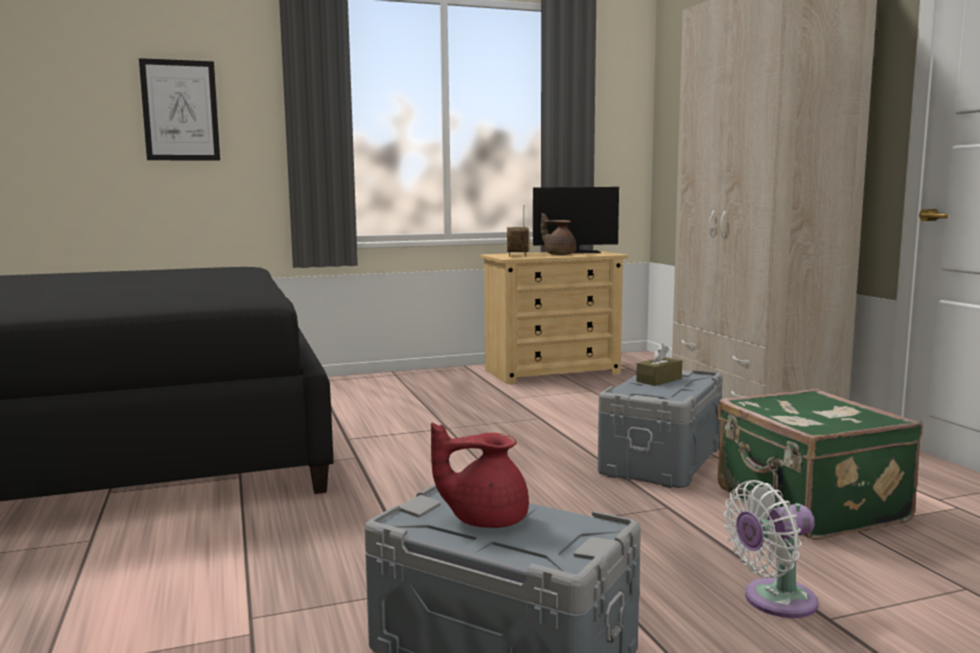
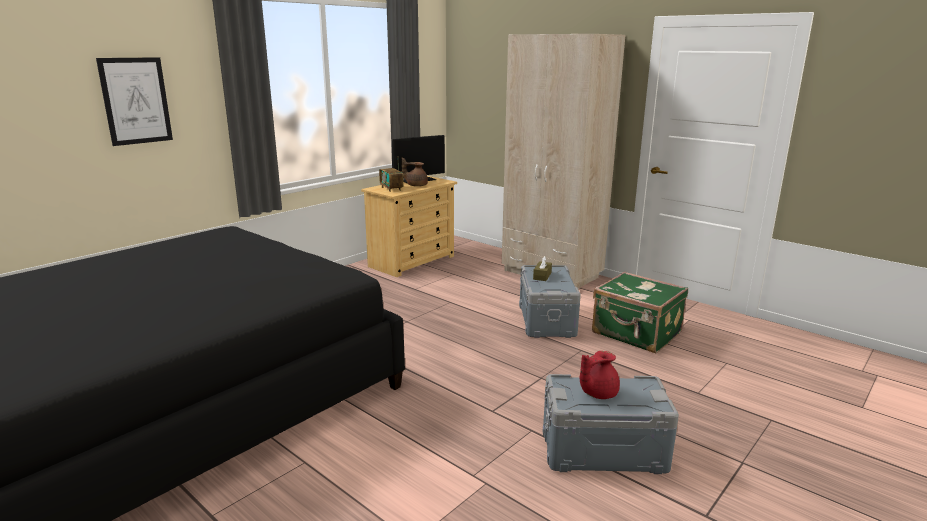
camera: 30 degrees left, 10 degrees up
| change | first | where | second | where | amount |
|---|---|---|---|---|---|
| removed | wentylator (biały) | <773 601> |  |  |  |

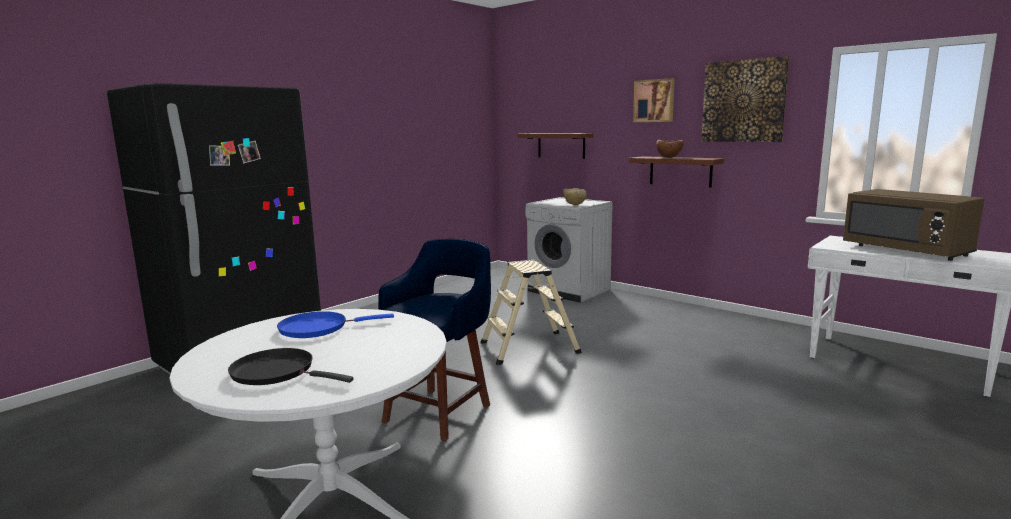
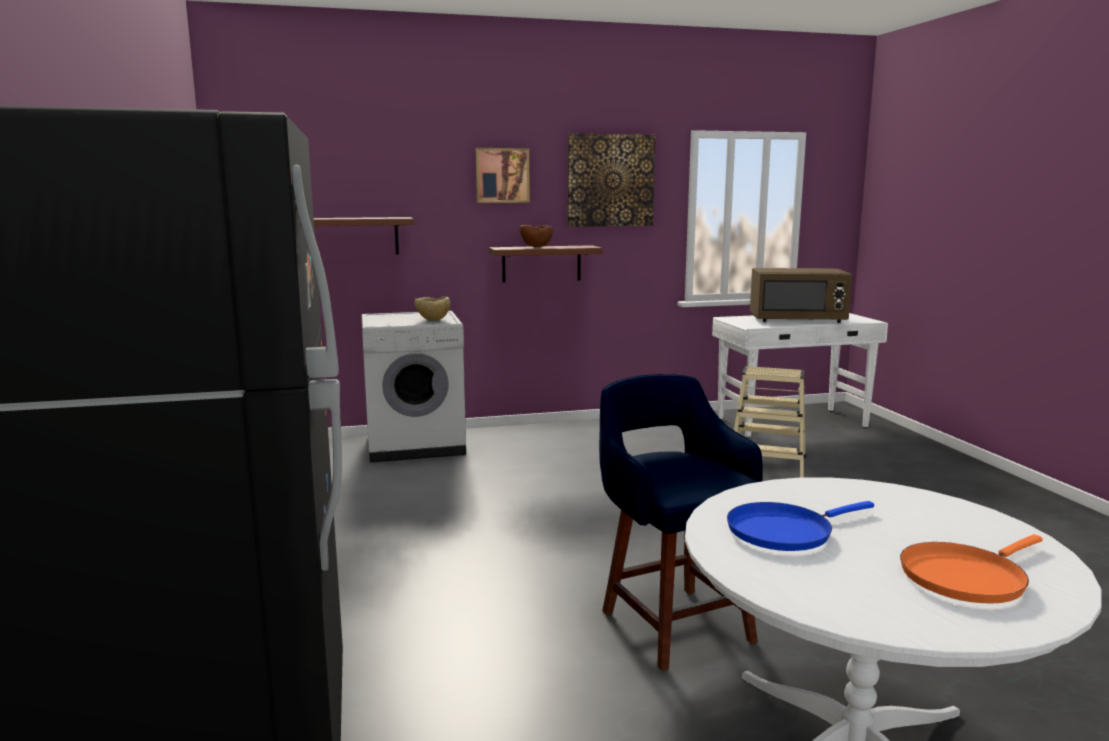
camera: 55 degrees left, 0 degrees up
| change | first | where | second | where | amount |
|---|---|---|---|---|---|
| recoloured | patelnia (czarny) | <277 372> | patelnia (pomarańczowy) | <965 577> |  |
| turned | patelnia (niebieski) | <318 328> |  | <784 531> | 45 degrees clockwise |
| moved | drabinka (beżowy) | <529 347> |  | <767 468> |  |

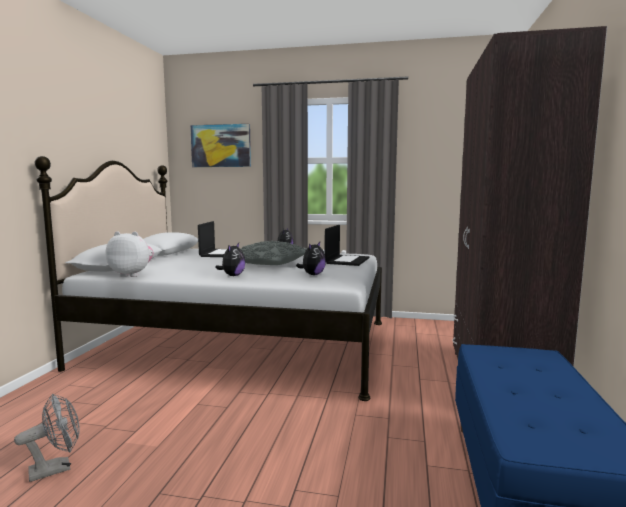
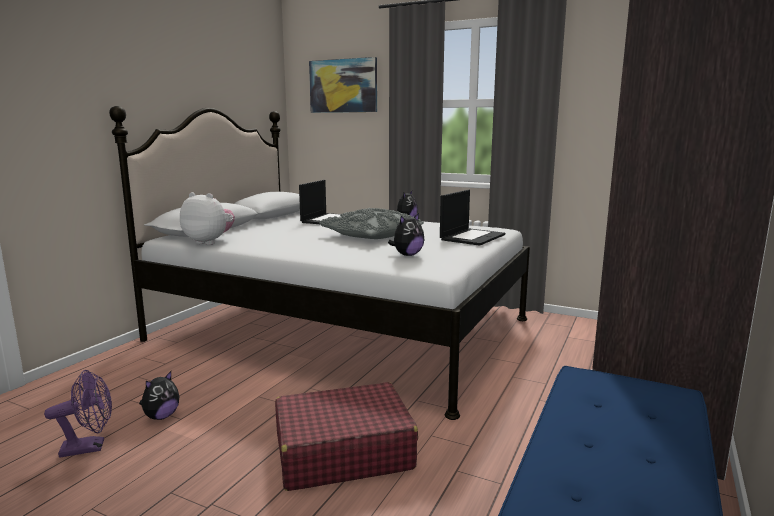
camera: 15 degrees right, 5 degrees up
| change | first | where | second | where | amount |
|---|---|---|---|---|---|
| recoloured | wentylator (szary) | <57 468> | wentylator (fioletowy) | <90 447> |  |
| moved | pluszak | <232 275> |  | <161 416> |  |
| added |  |  | walizka (czerwony) | <342 452> |  |

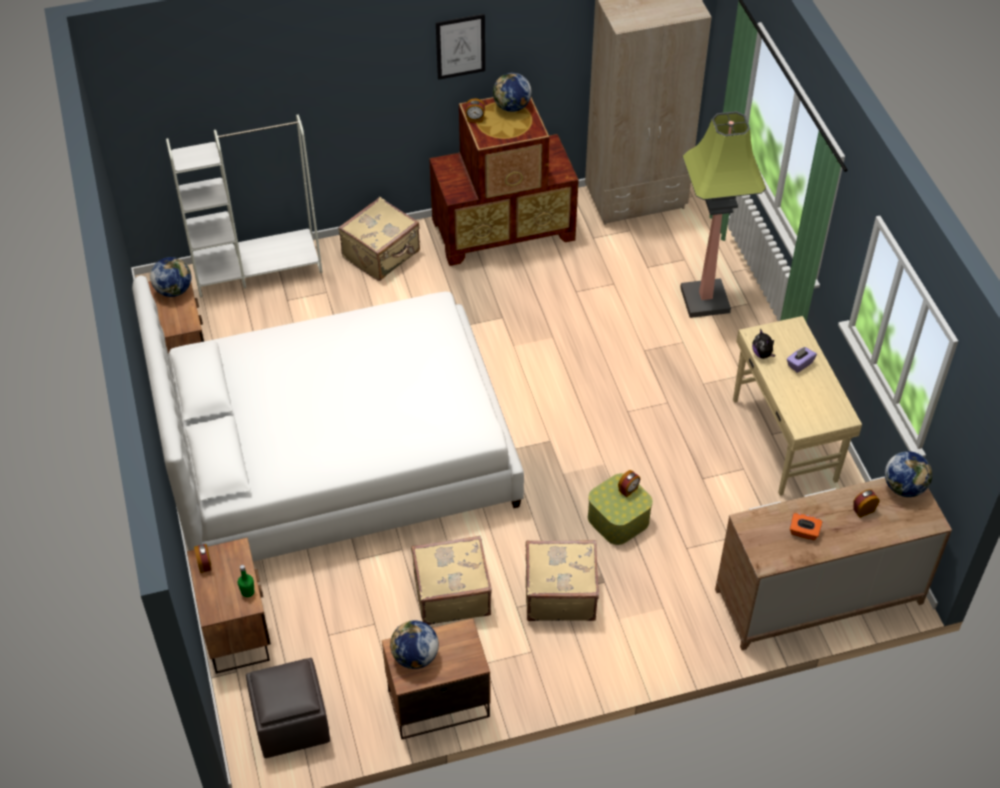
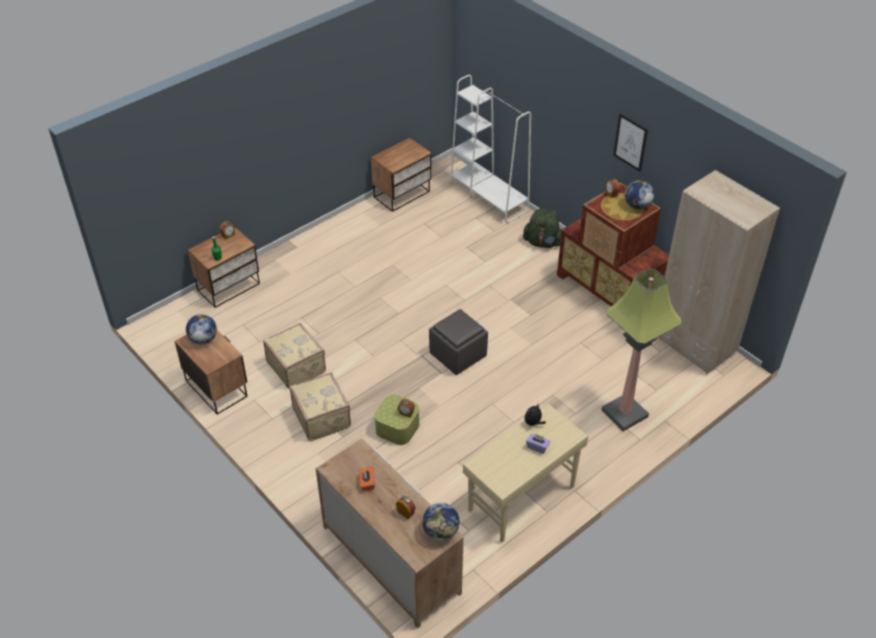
camera: 65 degrees right, 5 degrees down
| change | first | where | second | where | amount |
|---|---|---|---|---|---|
| removed | łóżko (biały) | <337 456> |  |  |  |
| removed | globus | <174 290> |  |  |  |
| moved | pufa (szary) | <290 722> |  | <458 354> |  |
| replaced | walizka (beżowy) | <382 255> | plecak (zielony) | <542 242> |  |

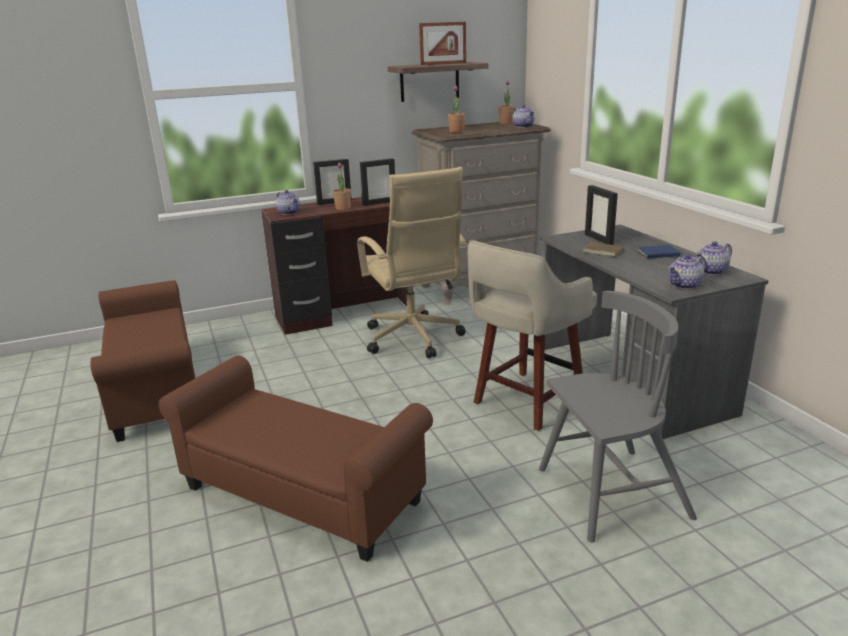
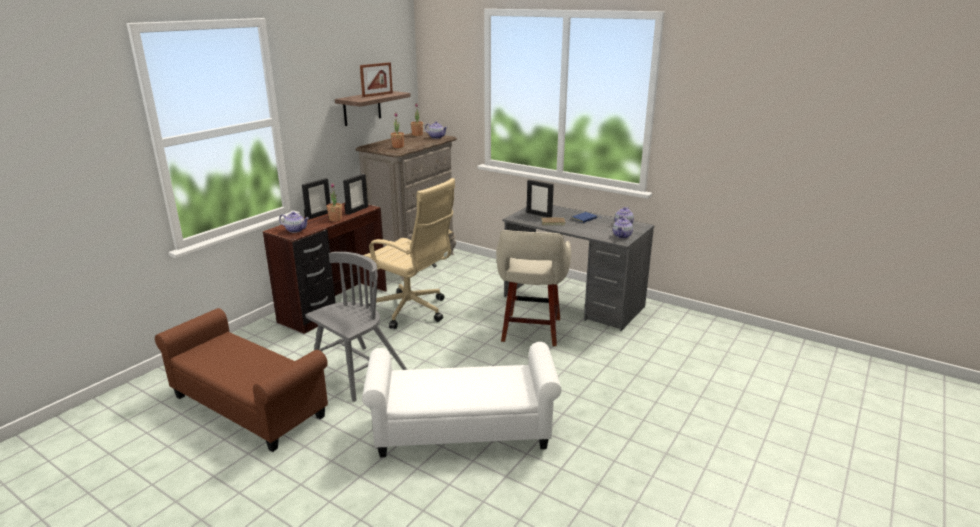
camera: 35 degrees left, 0 degrees up
| change | first | where | second | where | amount |
|---|---|---|---|---|---|
| recoloured | pufa (brązowy) | <302 494> | pufa (biały) | <463 430> |  |
| moved | krzesło (szary) | <605 494> |  | <355 375> |  |

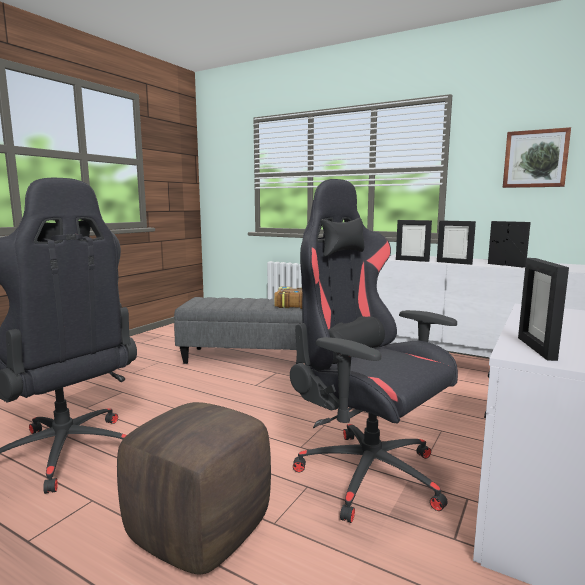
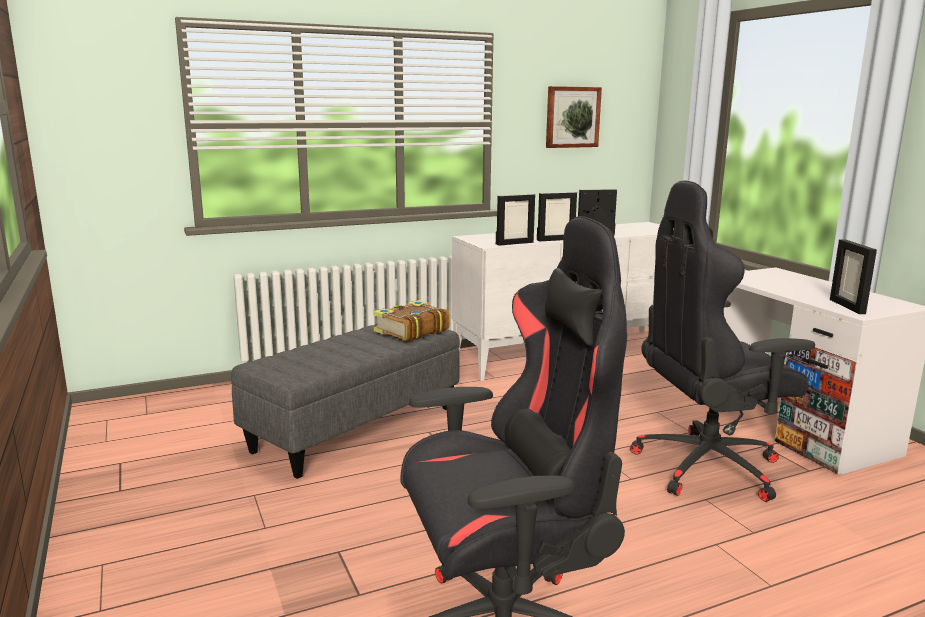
camera: 55 degrees left, 5 degrees up
| change | first | where | second | where | amount |
|---|---|---|---|---|---|
| removed | pufa (brązowy) | <198 533> |  |  |  |
| turned | ramka na zdjęcie | <538 348> |  | <848 306> | 45 degrees clockwise |

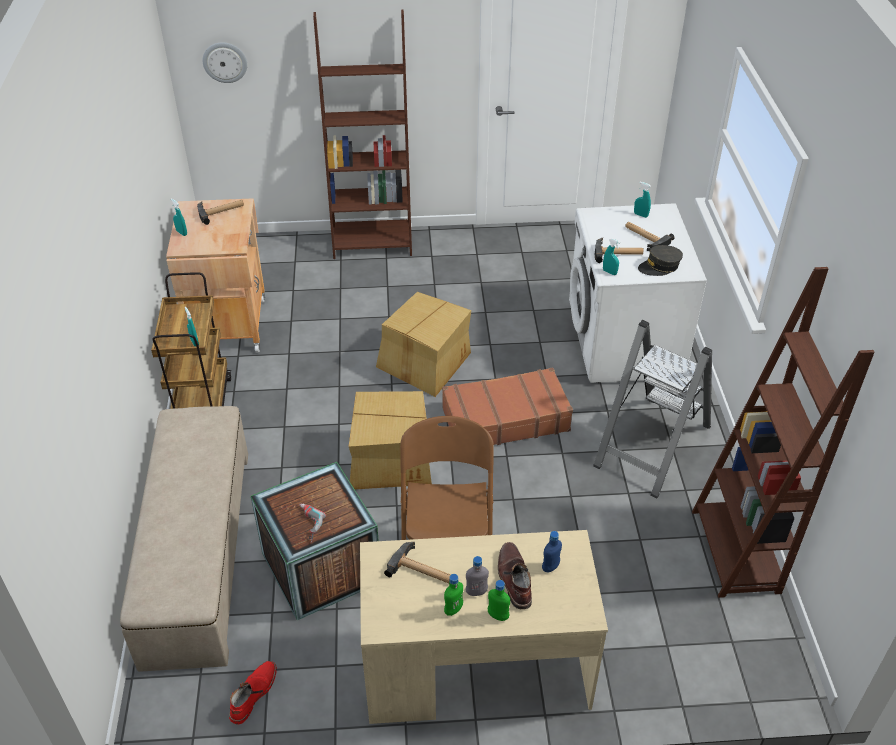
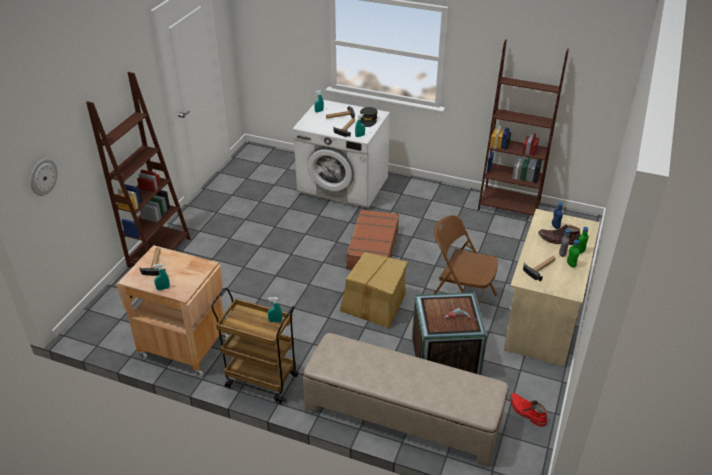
camera: 65 degrees left, 5 degrees down
| change | first | where | second | where | amount |
|---|---|---|---|---|---|
| removed | karton | <425 363> |  |  |  |
| removed | drabinka (szary) | <652 446> |  |  |  |

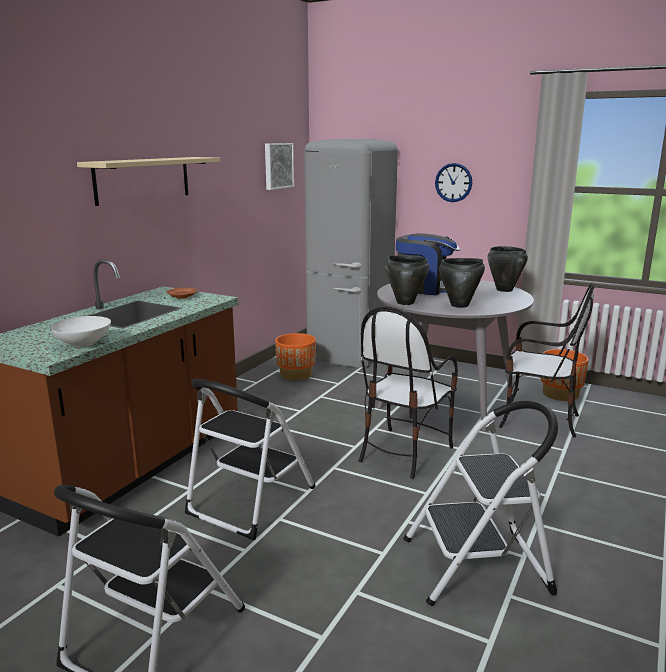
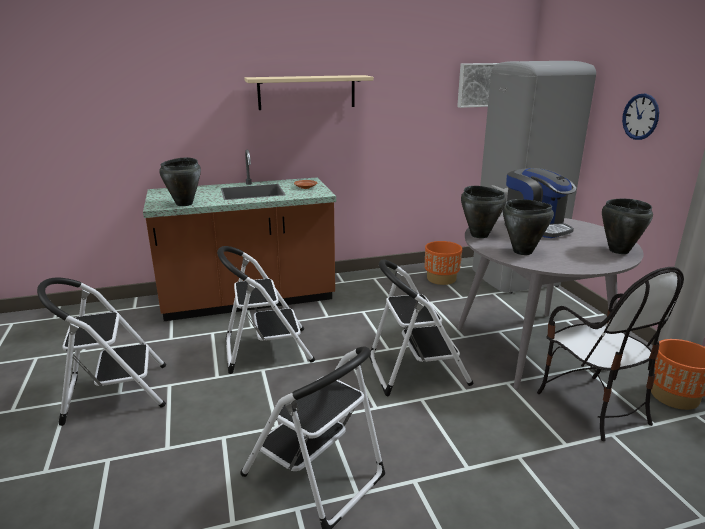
camera: 45 degrees right, 5 degrees up
| change | first | where | second | where | amount |
|---|---|---|---|---|---|
| replaced | miska (biały) | <84 344> | garnek (czarny) | <185 204> |  |
| replaced | krzesło | <404 452> | drabinka | <414 370> |  |

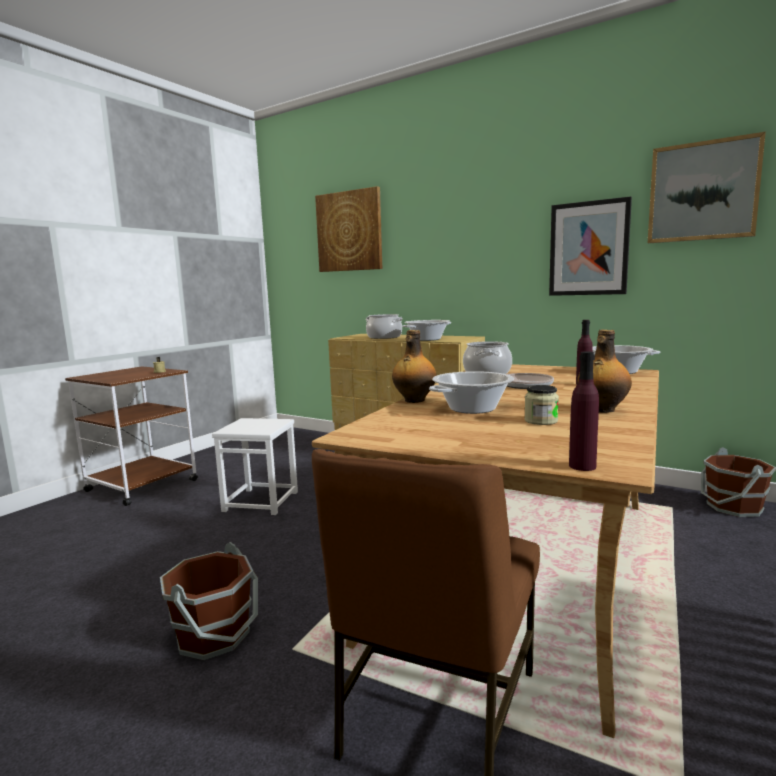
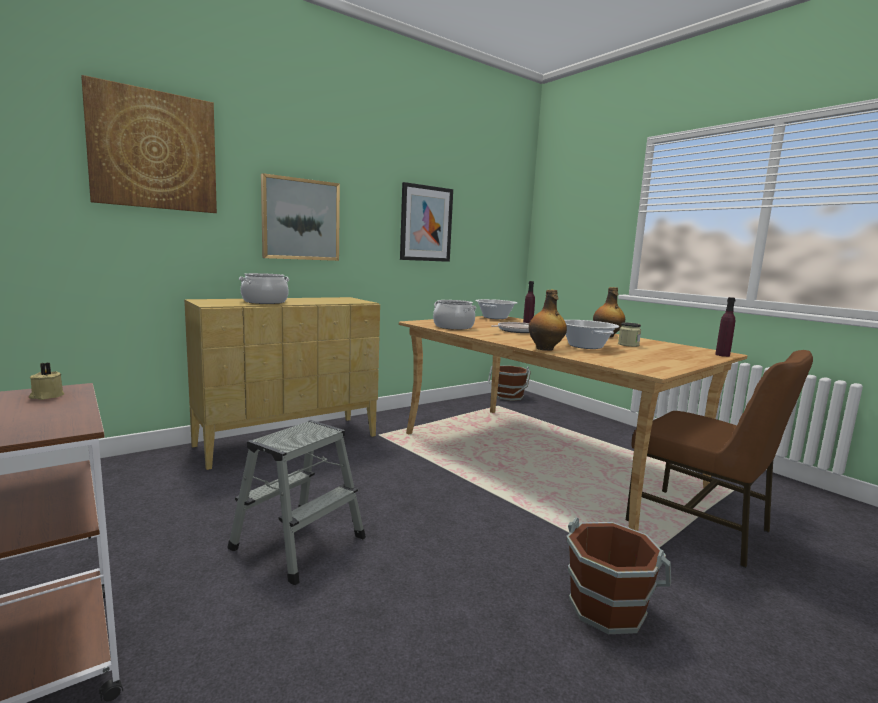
camera: 70 degrees left, 0 degrees up
| change | first | where | second | where | amount |
|---|---|---|---|---|---|
| replaced | stołek (biały) | <261 501> | drabinka (szary) | <299 542> |  |
| removed | garnek | <427 339> |  |  |  |
| moved | obraz | <702 191> |  | <300 219> |  |

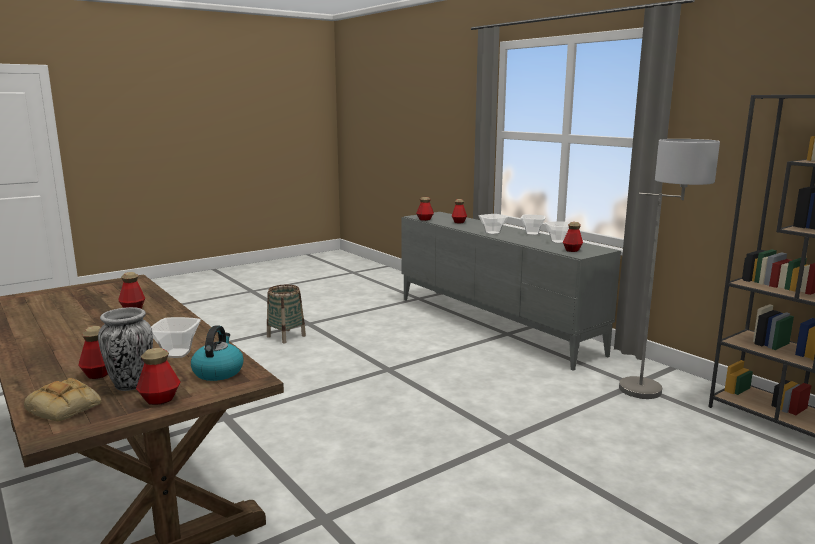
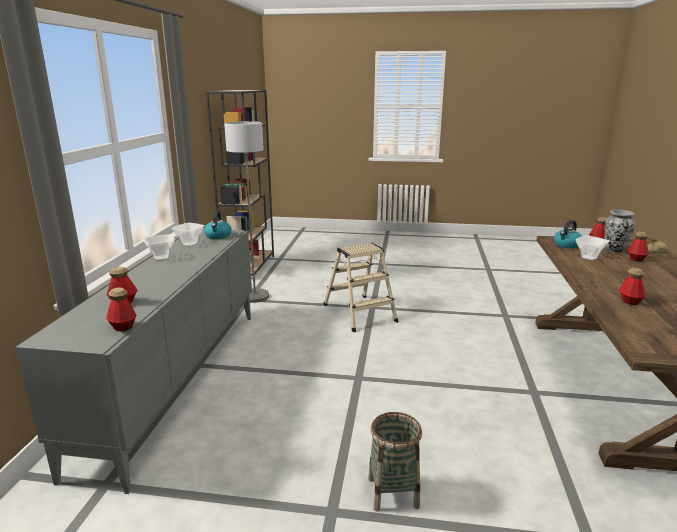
camera: 135 degrees left, 5 degrees up
| change | first | where | second | where | amount |
|---|---|---|---|---|---|
| removed | miska | <491 233> |  |  |  |
| replaced | butelka | <572 250> | czajnik | <218 236> |  |
| added |  |  | drabinka (beżowy) | <359 312> |  |

